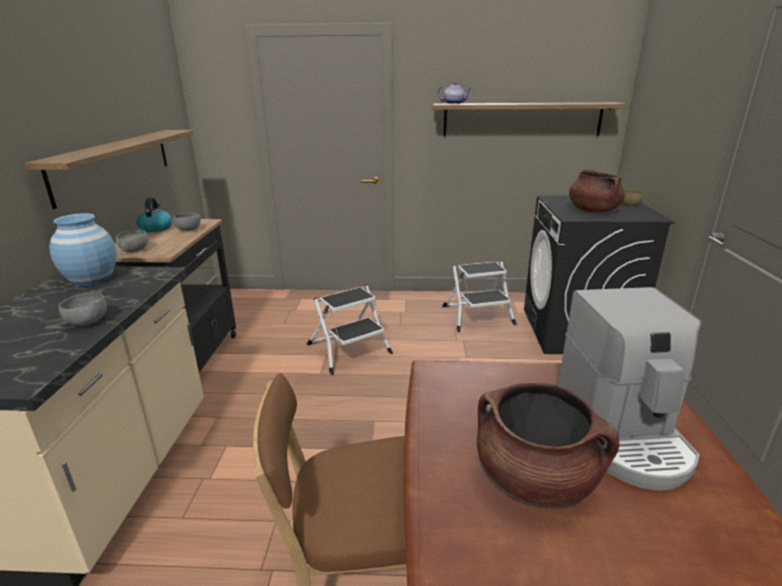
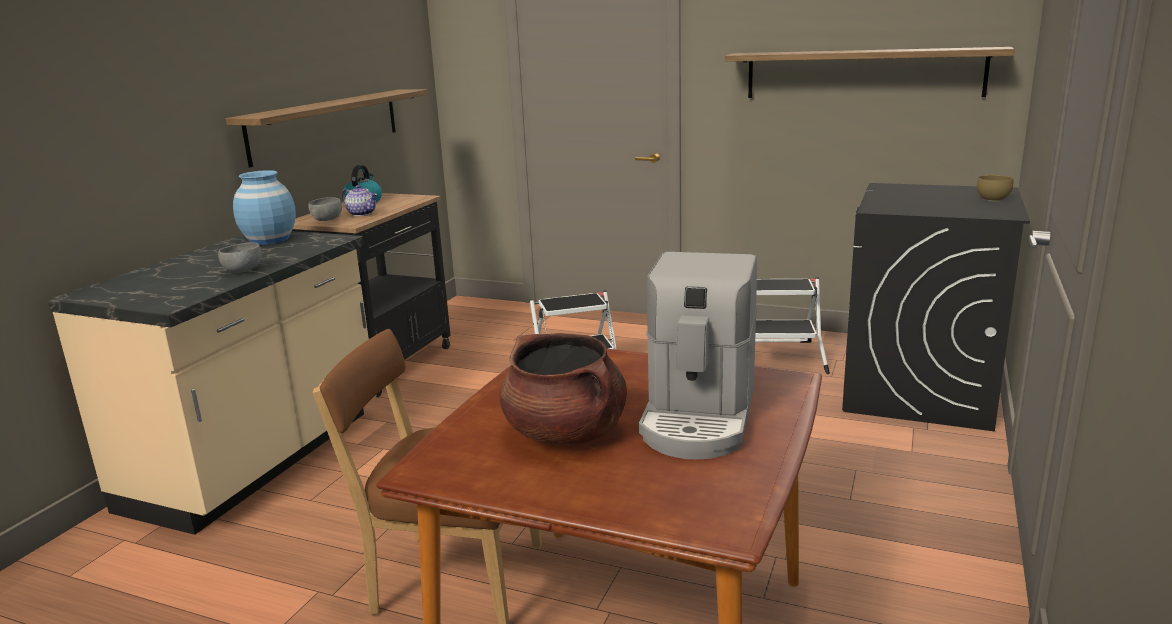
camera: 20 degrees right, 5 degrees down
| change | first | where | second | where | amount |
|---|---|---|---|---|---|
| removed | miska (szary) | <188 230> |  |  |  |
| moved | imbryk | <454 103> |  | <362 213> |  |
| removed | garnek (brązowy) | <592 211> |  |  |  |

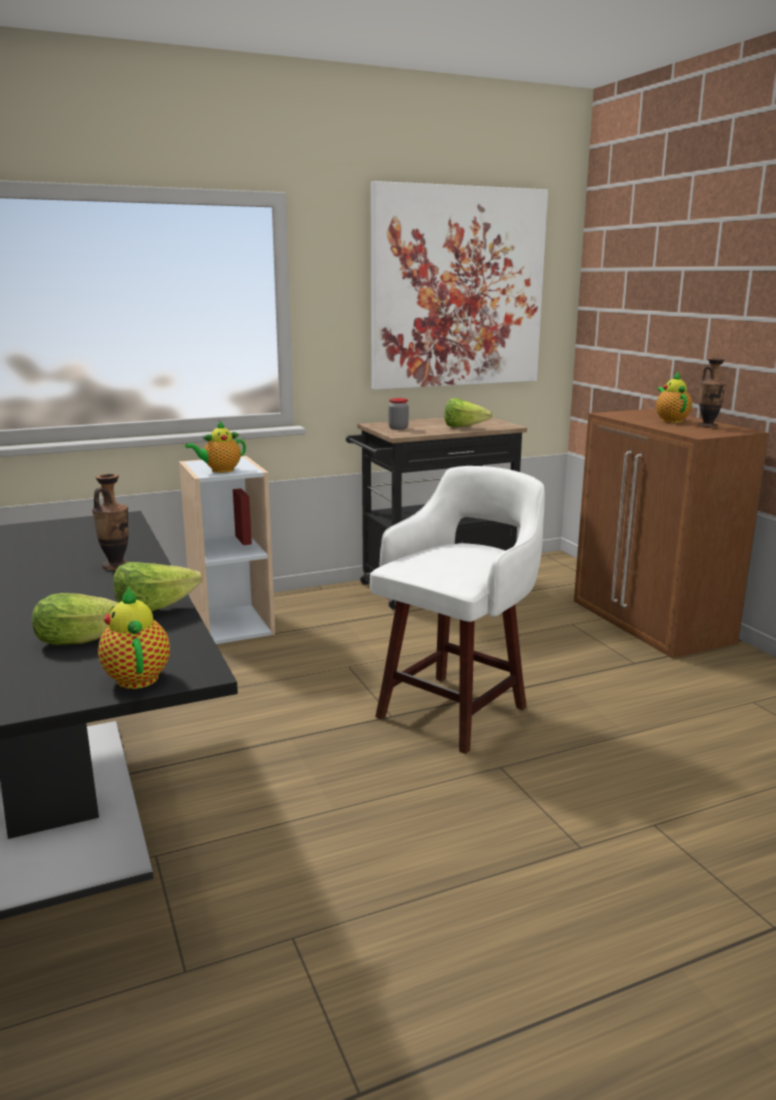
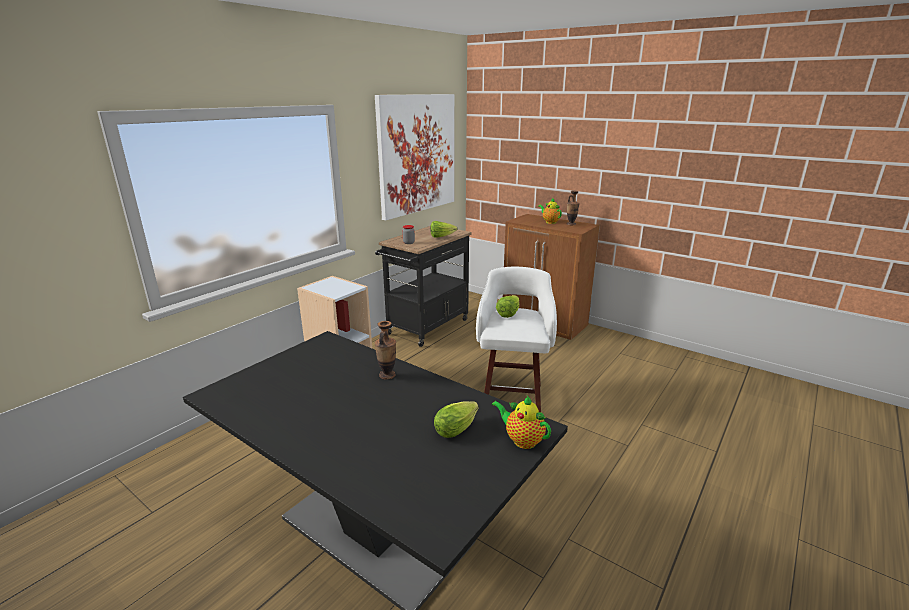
camera: 30 degrees left, 5 degrees up
| change | first | where | second | where | amount |
|---|---|---|---|---|---|
| moved | sałata | <154 610> |  | <508 314> |  |
| removed | imbryk | <220 470> |  |  |  |

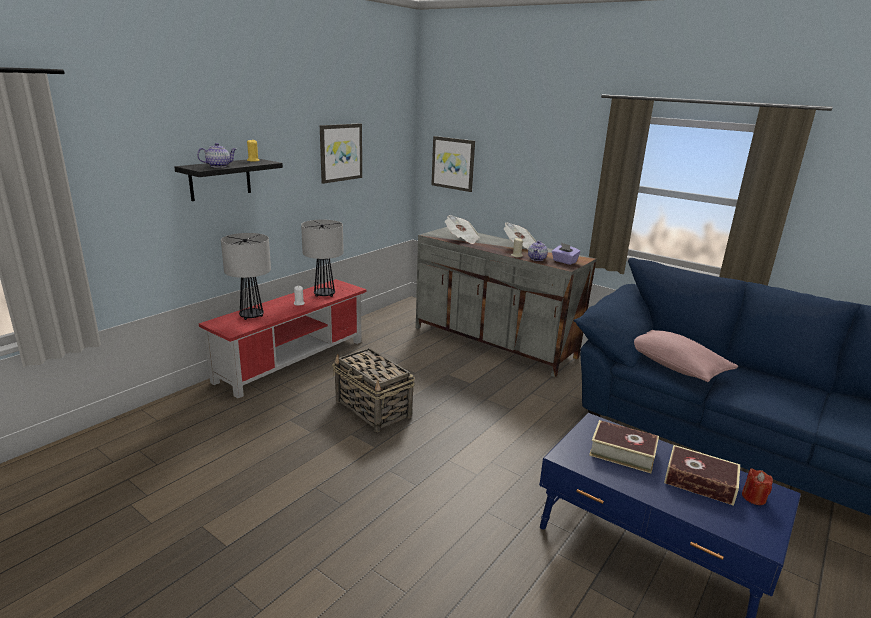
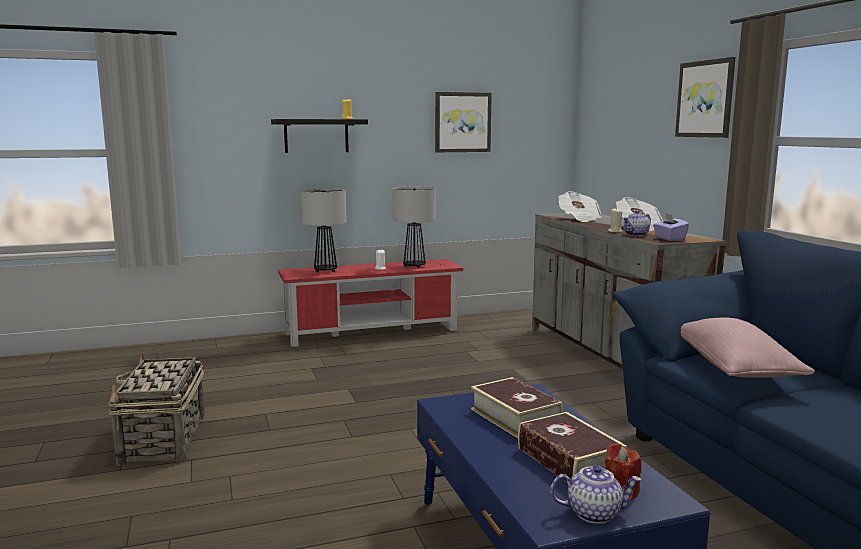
camera: 35 degrees right, 10 degrees down
| change | first | where | second | where | amount |
|---|---|---|---|---|---|
| moved | imbryk | <218 166> |  | <594 513> |  |
| moved | koszyk | <373 409> |  | <163 440> |  |
| moved | obraz | <453 163> |  | <705 99> |  |

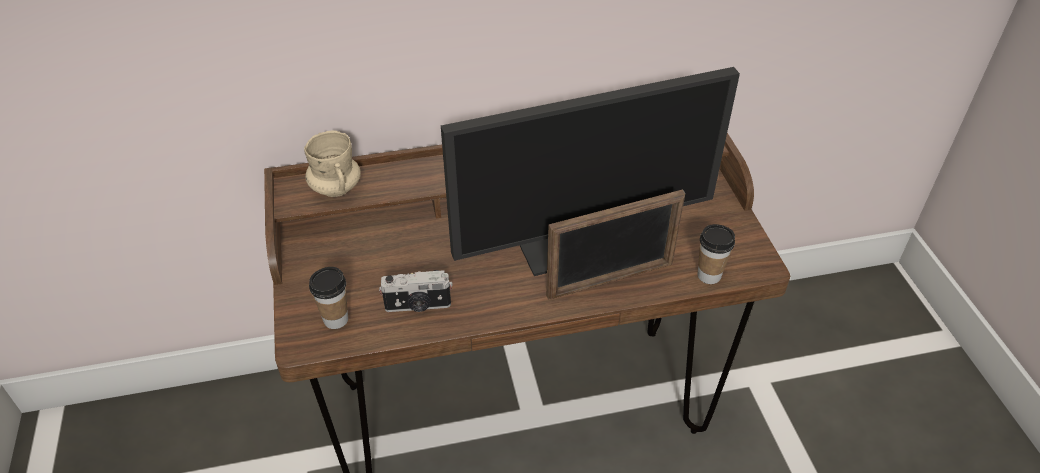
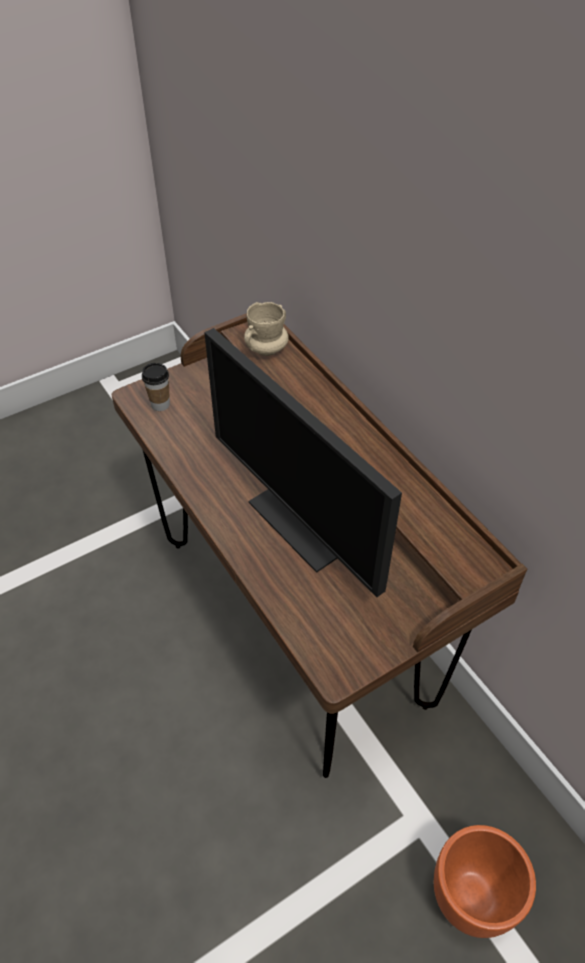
camera: 70 degrees right, 5 degrees up
| change | first | where | second | where | amount |
|---|---|---|---|---|---|
| removed | aparat fotograficzny | <418 306> |  |  |  |
| removed | ramka na zdjęcie | <610 280> |  |  |  |
| removed | filiżanka | <709 275> |  |  |  |
| added |  |  | donica (pomarańczowy) | <470 896> |  |

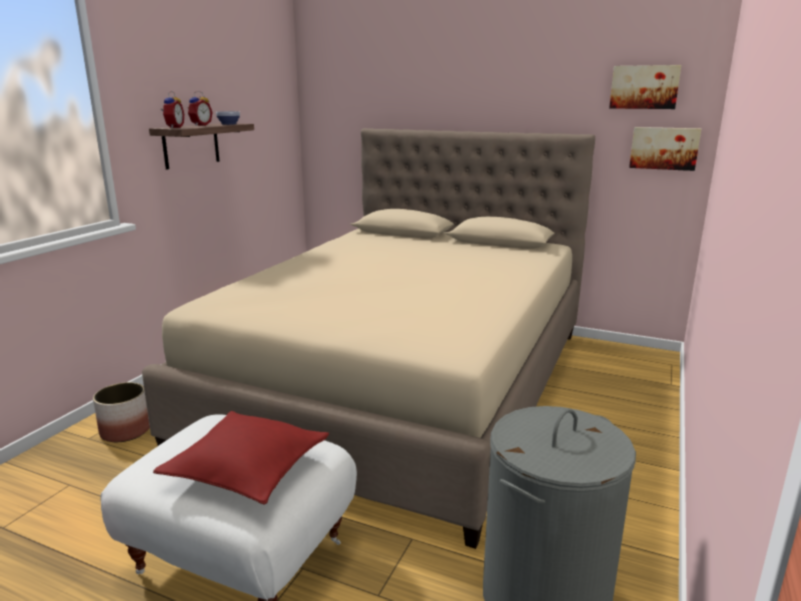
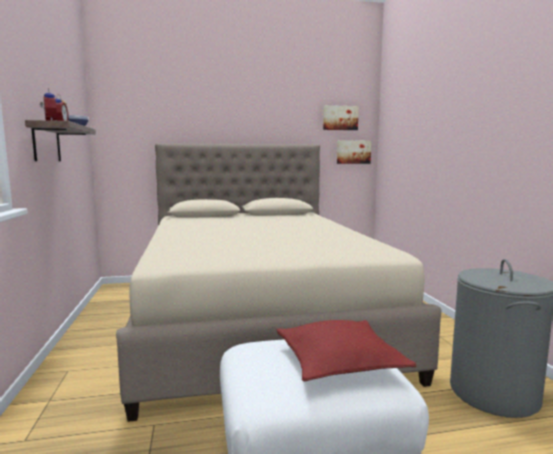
camera: 35 degrees left, 10 degrees down
| change | first | where | second | where | amount |
|---|---|---|---|---|---|
| removed | donica | <126 431> |  |  |  |

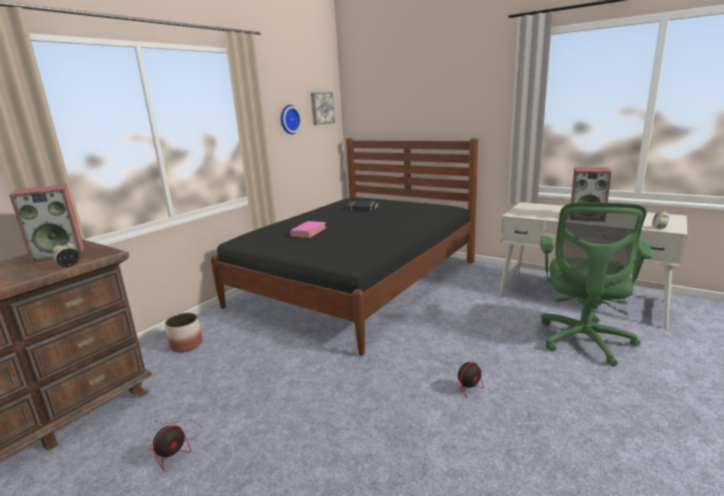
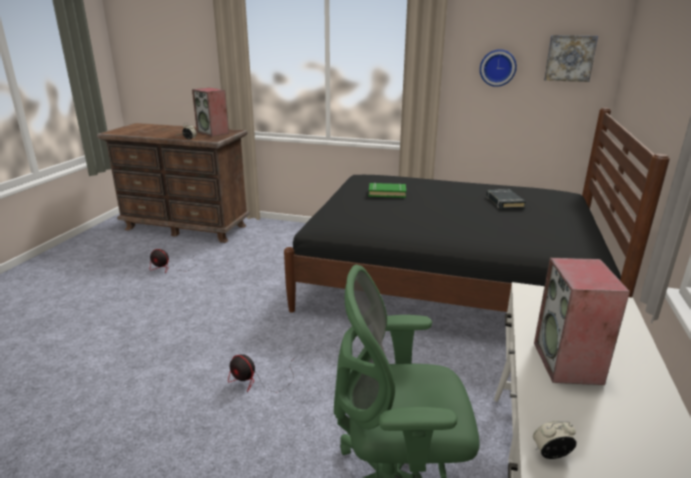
camera: 70 degrees right, 5 degrees up
| change | first | where | second | where | amount |
|---|---|---|---|---|---|
| removed | donica | <186 344> |  |  |  |
| recoloured | książka (różowy) | <308 232> | książka (zielony) | <387 193> |  |

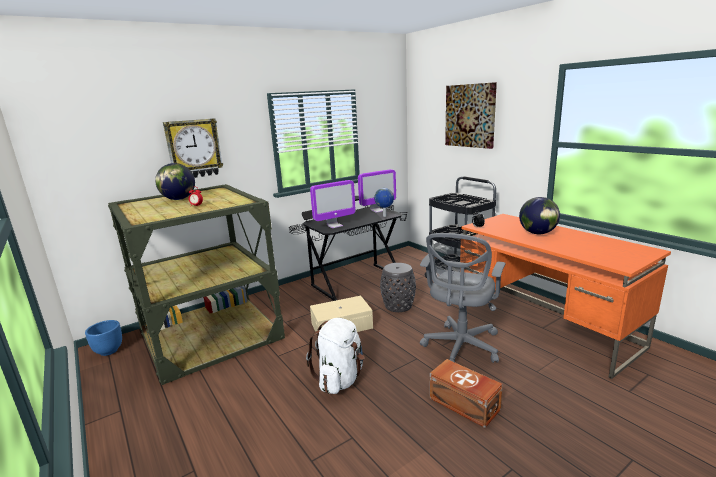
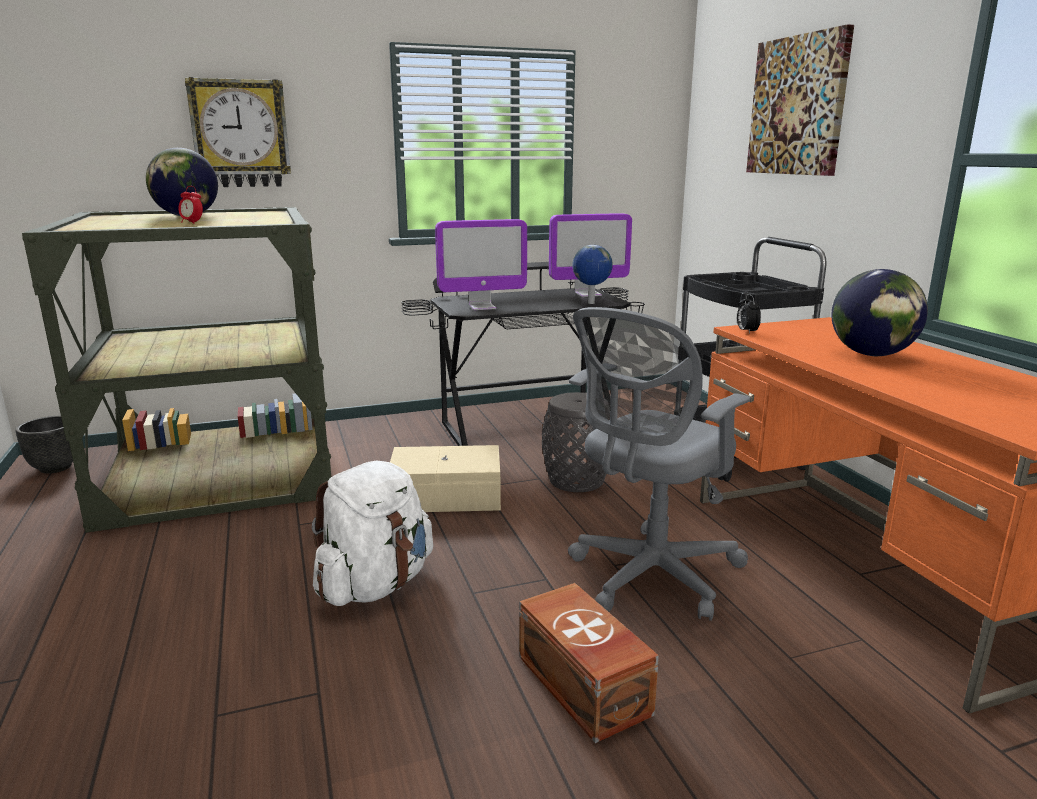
camera: 15 degrees right, 0 degrees up
| change | first | where | second | where | amount |
|---|---|---|---|---|---|
| recoloured | donica (niebieski) | <109 351> | donica (czarny) | <55 468> |  |

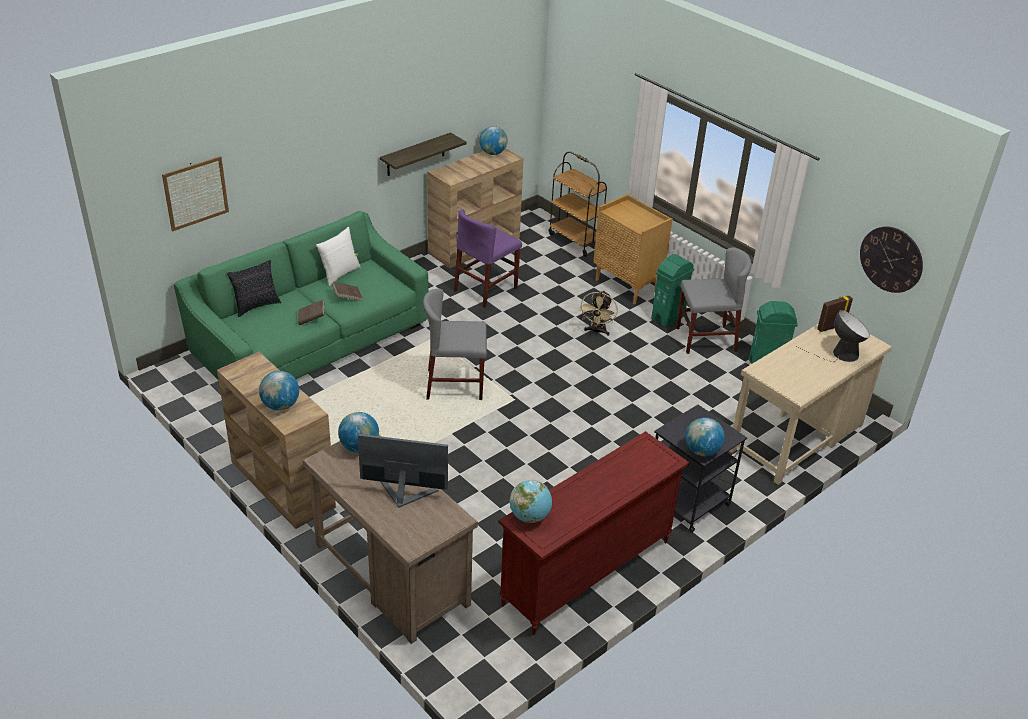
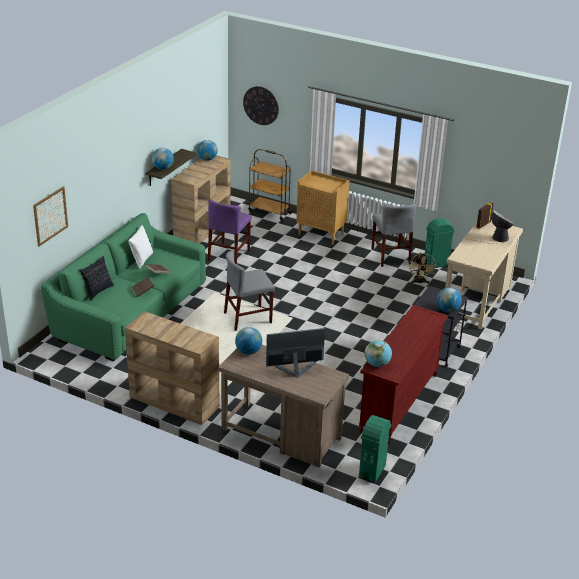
camera: 20 degrees left, 5 degrees down
| change | first | where | second | where | amount |
|---|---|---|---|---|---|
| moved | globus | <280 405> |  | <163 168> |  |
| moved | wentylator (beżowy) | <597 331> |  | <419 282> |  |
| moved | kosz na śmieci (zielony) | <668 317> |  | <372 471> |  |
| turned | krzesło (szary) | <706 339> |  | <390 256> | 105 degrees clockwise |
| moved | zegar ścienny | <891 259> |  | <261 105> |  |

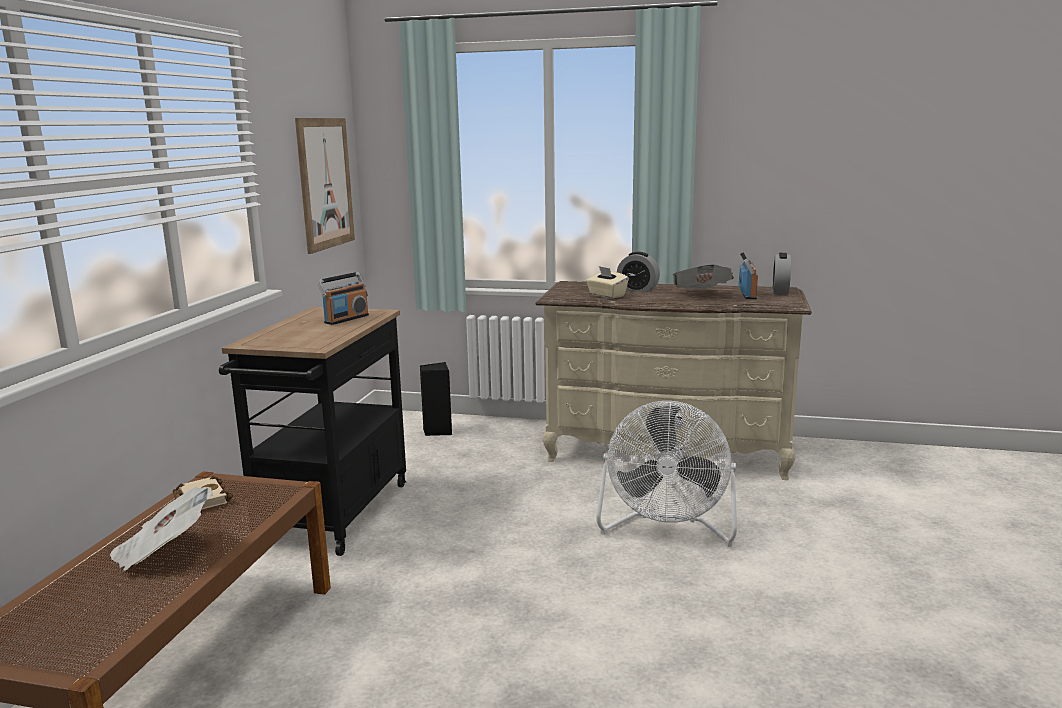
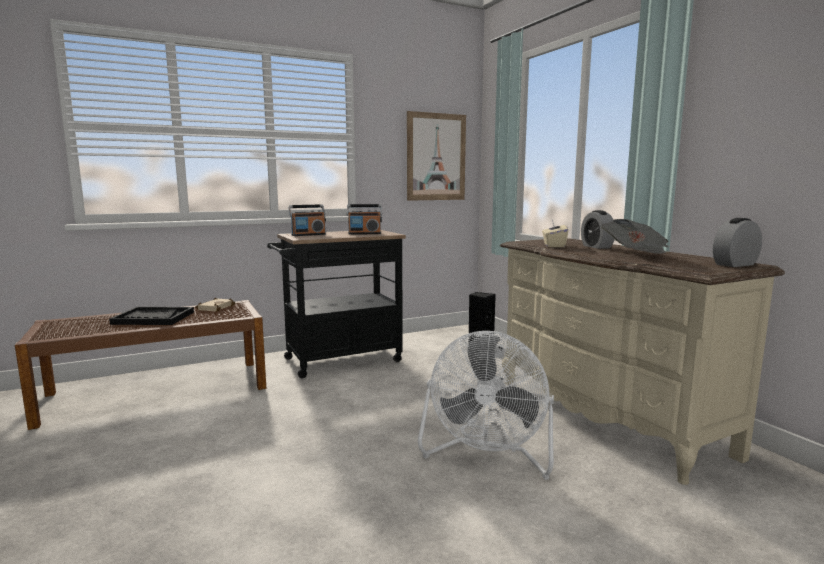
camera: 50 degrees right, 5 degrees down
| change | first | where | second | where | amount |
|---|---|---|---|---|---|
| replaced | gazeta | <163 551> | taca (czarny) | <153 318> |  |
| turned | wentylator (biały) | <662 526> |  | <483 454> | 45 degrees counterclockwise |
| moved | radio | <747 295> |  | <308 235> |  |

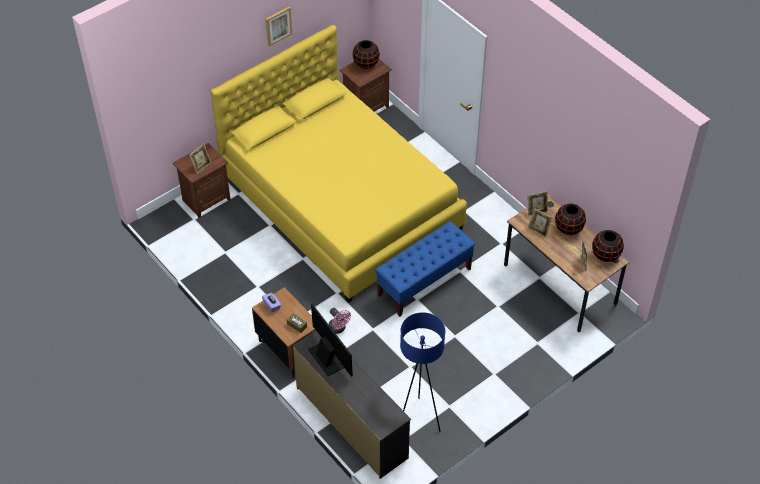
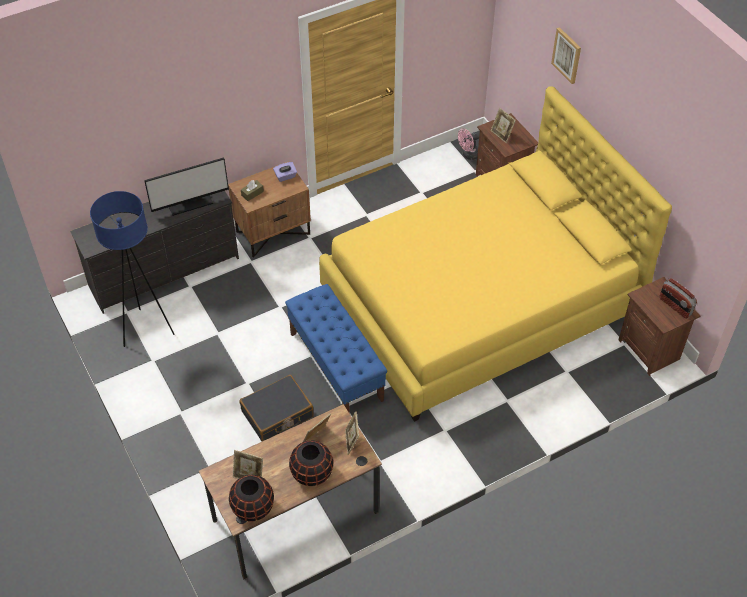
camera: 100 degrees right, 0 degrees up
| change | first | where | second | where | amount |
|---|---|---|---|---|---|
| moved | obraz | <278 25> |  | <567 55> |  |
| moved | wentylator (różowy) | <338 329> |  | <468 155> |  |
| replaced | wazon (czarny) | <366 63> | radio | <675 306> |  |
| added |  |  | walizka (czarny) | <277 414> |  |

